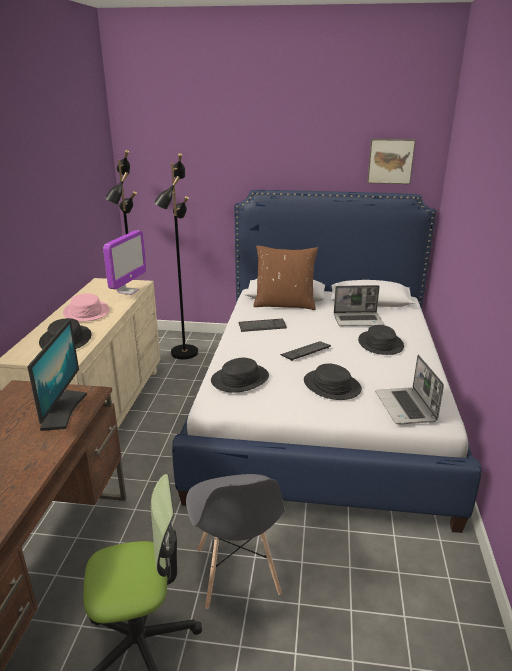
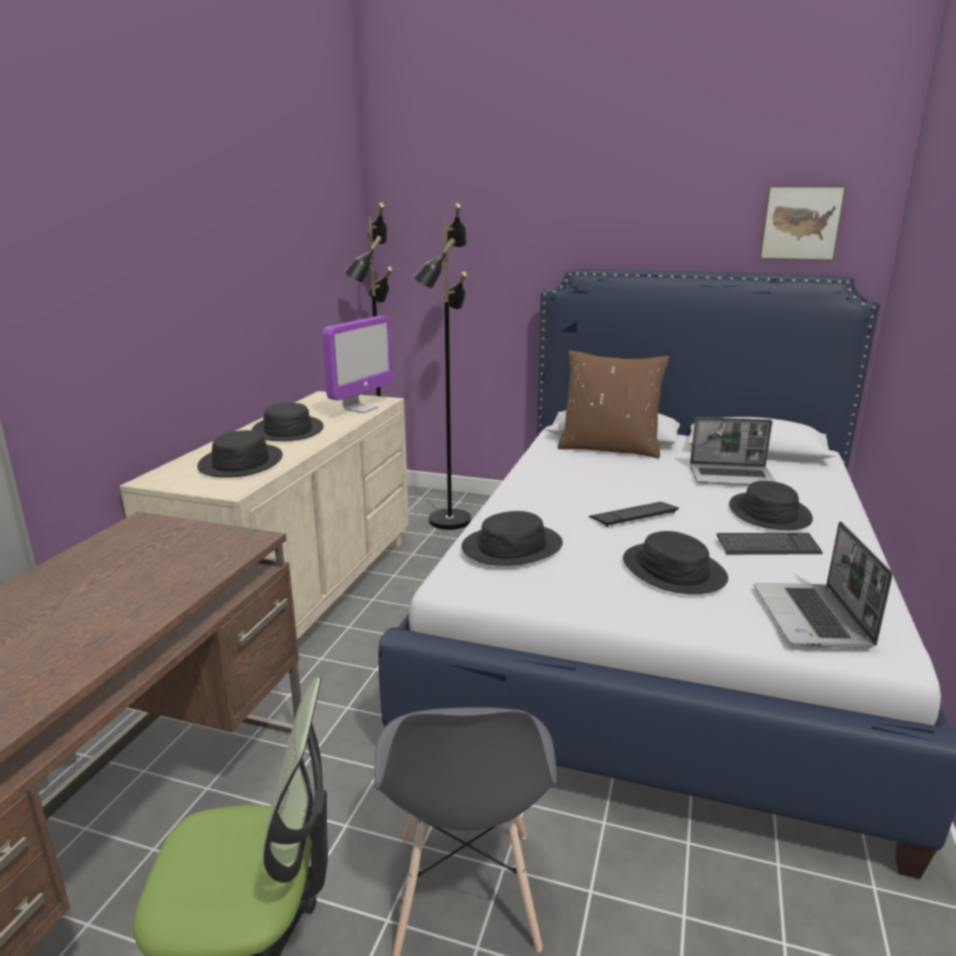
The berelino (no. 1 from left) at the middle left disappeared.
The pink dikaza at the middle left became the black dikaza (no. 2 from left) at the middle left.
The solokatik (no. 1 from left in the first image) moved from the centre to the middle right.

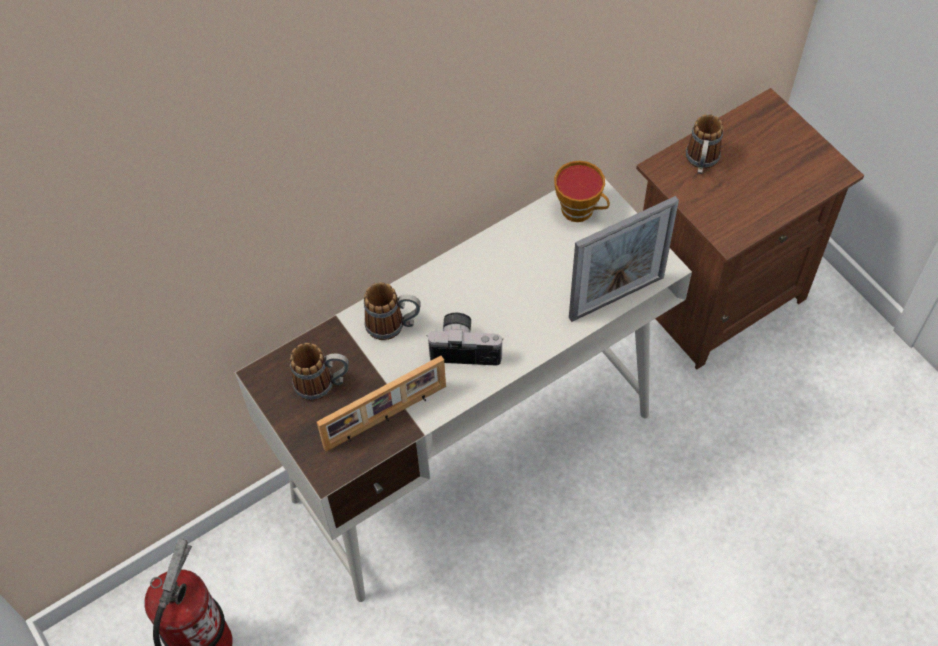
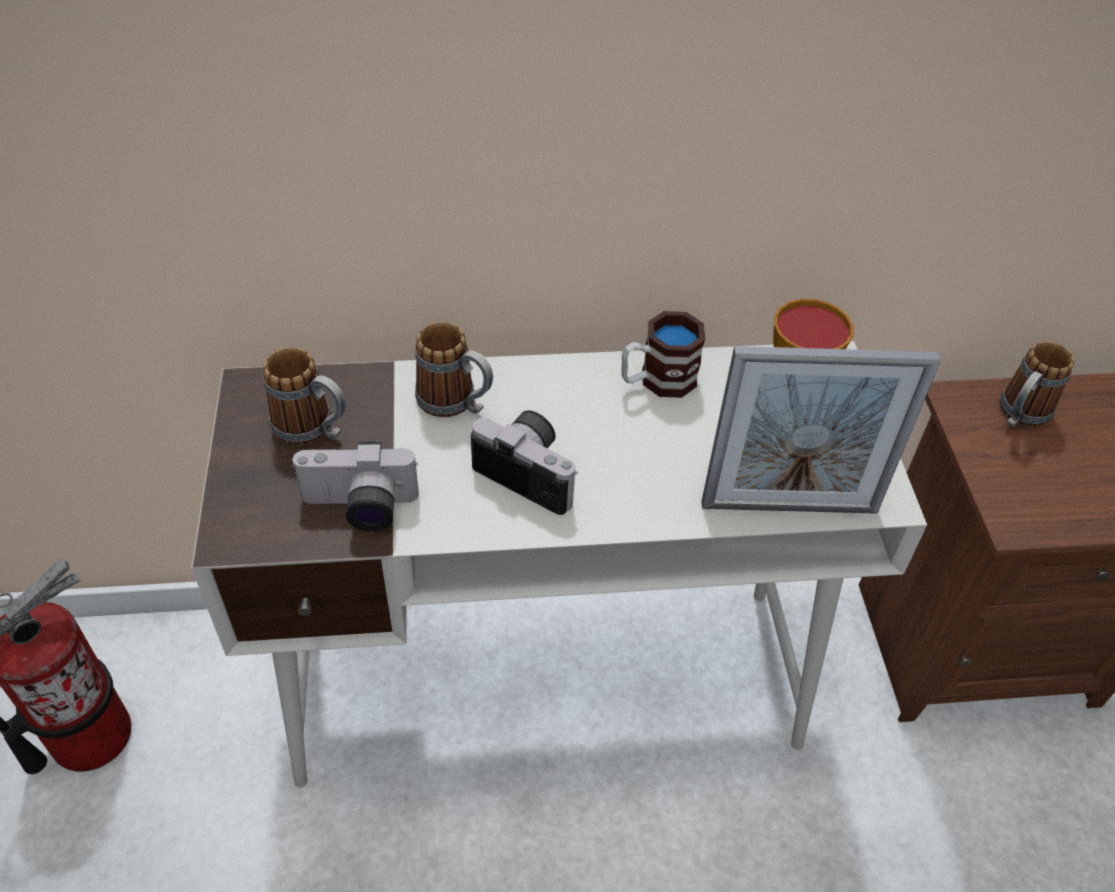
The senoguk (no. 1 from left) at the centre was replaced by the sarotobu (no. 1 from left) at the middle left.
The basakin (no. 3 from left) at the centre appeared.

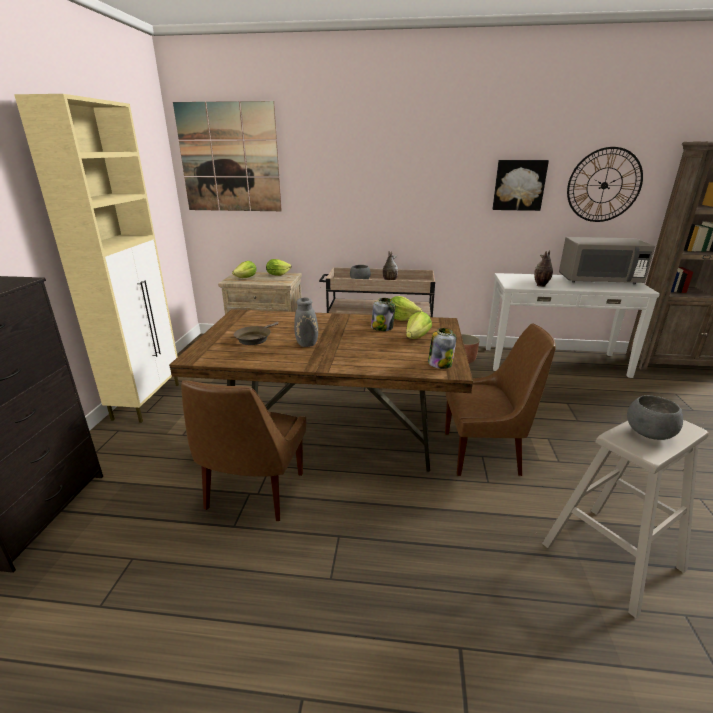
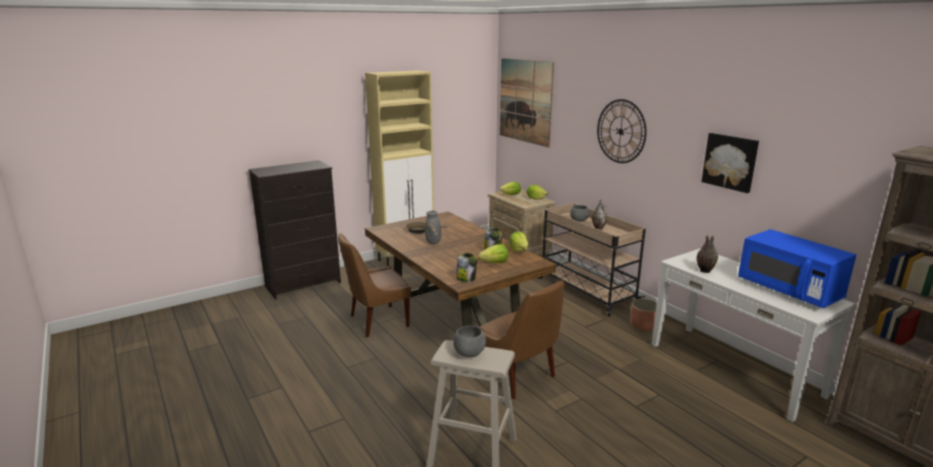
The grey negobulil at the middle right became the blue negobulil at the middle right.
The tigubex moved from the top right to the top centre.

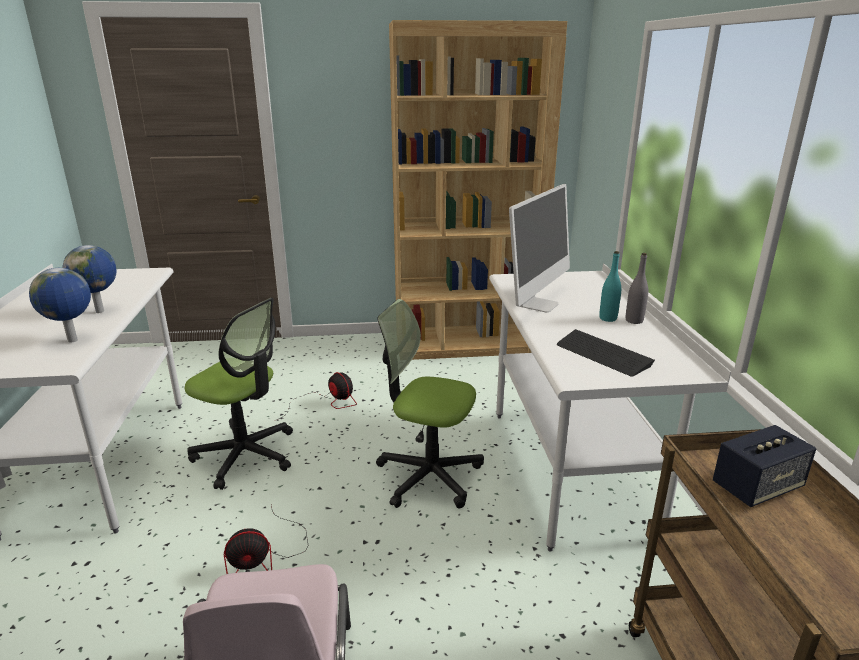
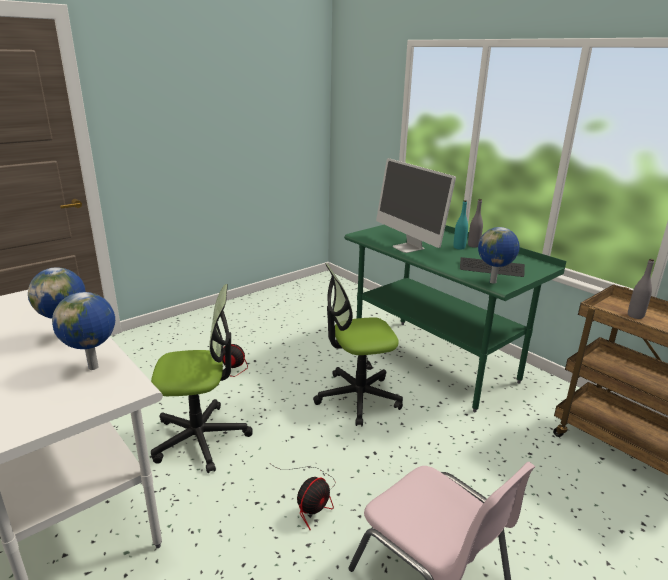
The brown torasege at the top centre disappeared.
The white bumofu (no. 2 from left) at the middle right became the green bumofu at the middle right.
The berelino at the centre turned 150 degrees clockwise.
The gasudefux at the bottom right was replaced by the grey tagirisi (no. 2 from left) at the middle right.
The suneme (no. 3 from left) at the middle right appeared.

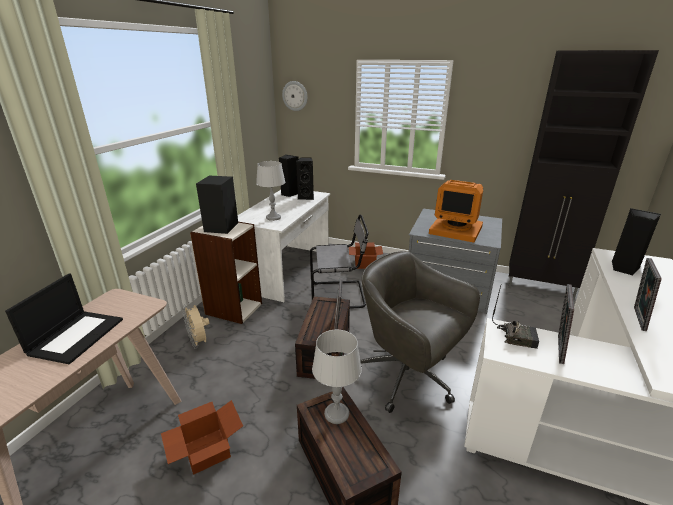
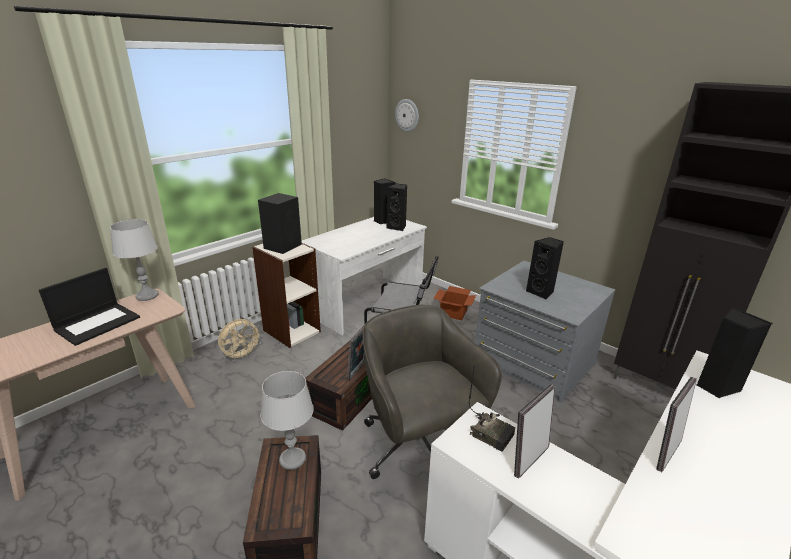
The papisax (no. 1 from left) at the bottom left disappeared.
The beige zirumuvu at the middle left turned 120 degrees counterclockwise.
The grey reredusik (no. 1 from left) moved from the centre to the middle left.
The berelino at the middle right was replaced by the black gasudefux (no. 4 from left) at the middle right.

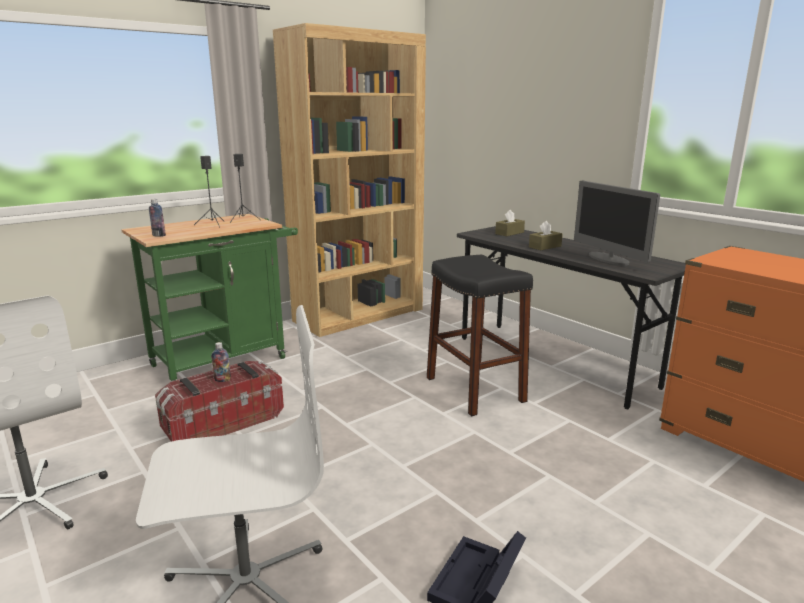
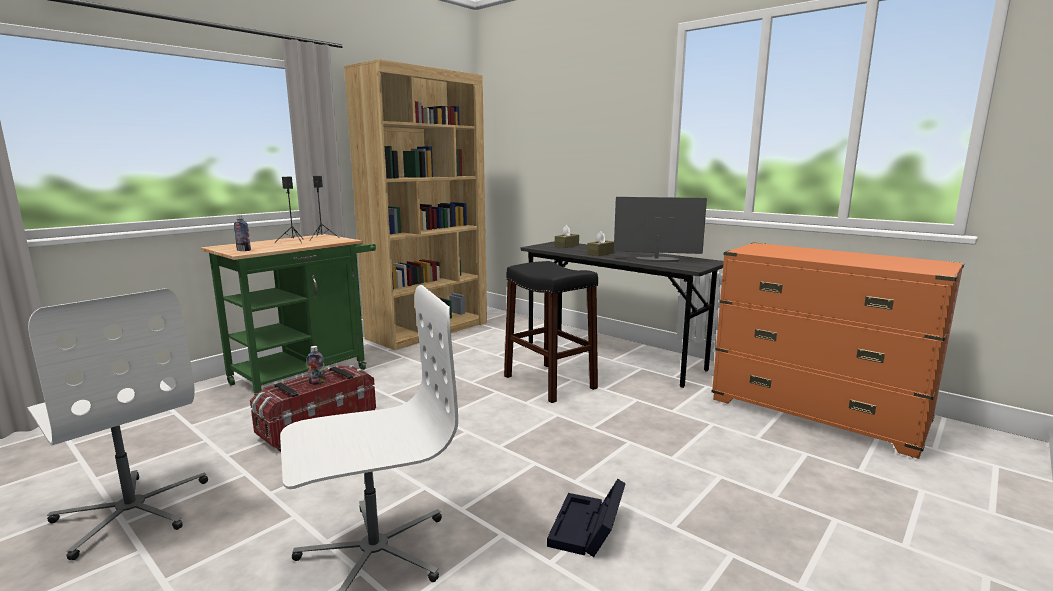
The berelino at the middle right turned 135 degrees clockwise.

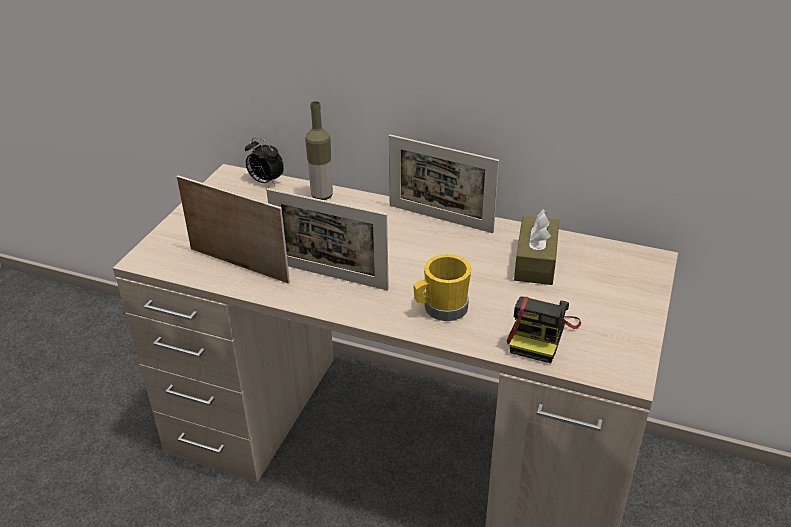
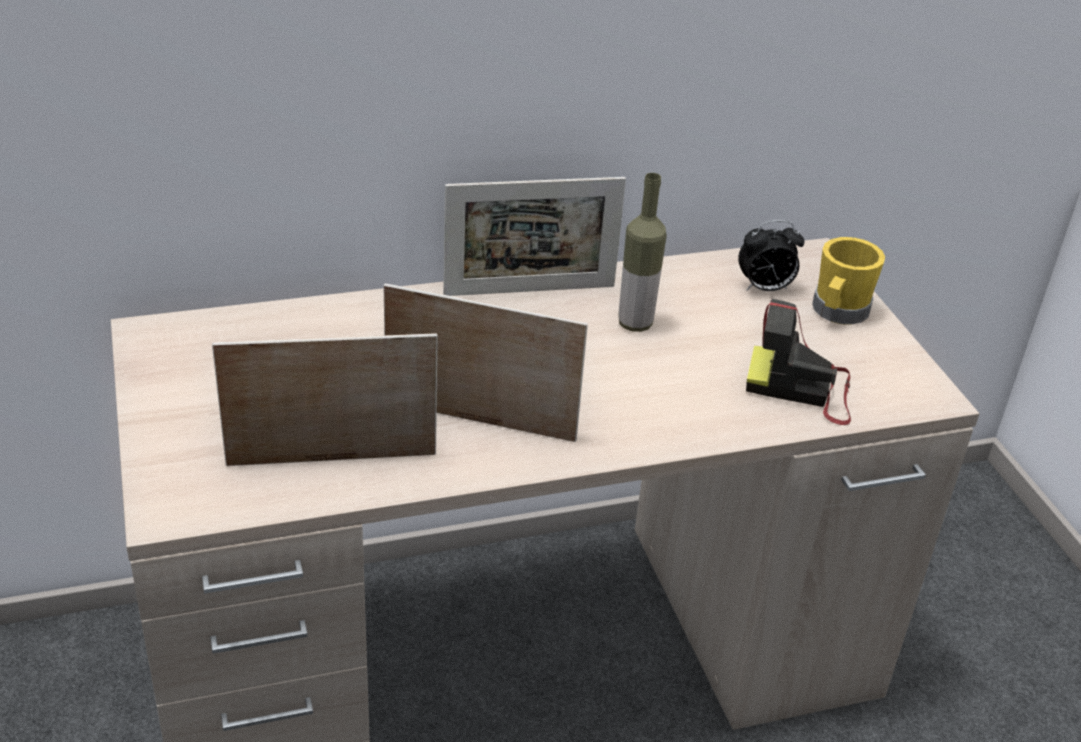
The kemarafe moved from the top centre to the middle right.
The senoguk (no. 2 from left) at the centre turned 150 degrees counterclockwise.
The tagirisi moved from the top centre to the centre.
The yellow basakin moved from the centre to the middle right.
The sarotobu at the middle right turned 120 degrees clockwise.
The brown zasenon at the middle right disappeared.

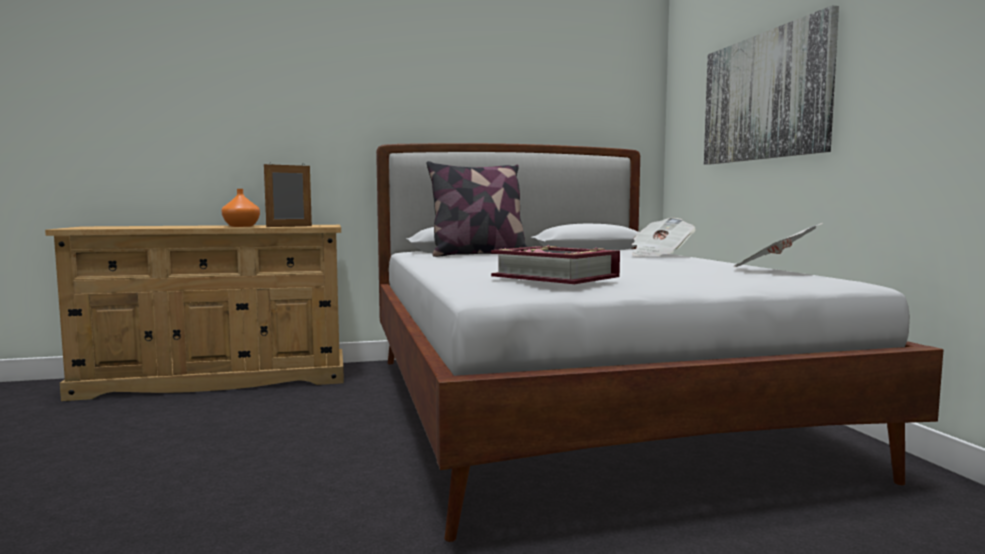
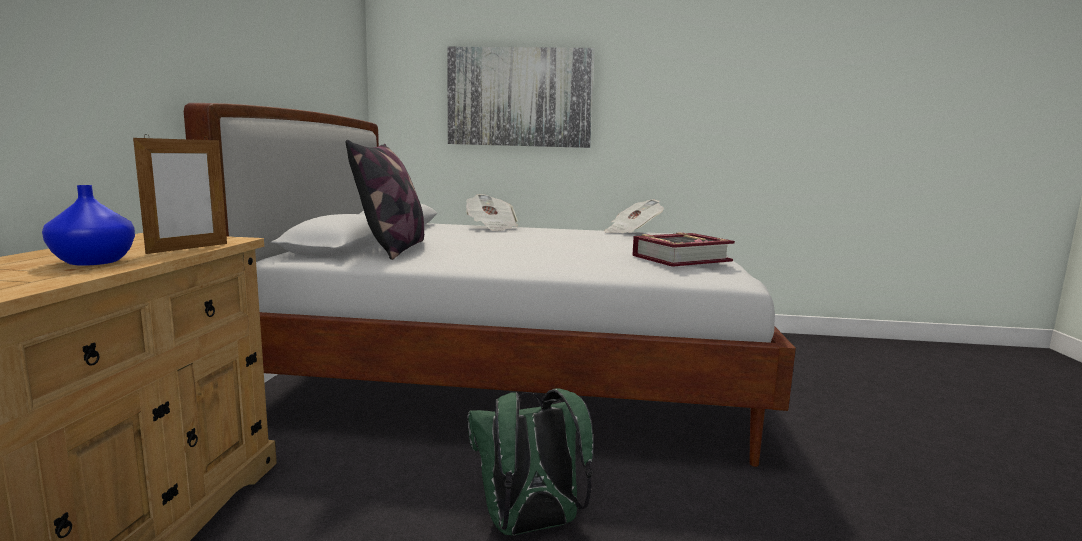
The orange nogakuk at the middle left became the blue nogakuk at the middle left.
The senoguk at the middle left turned 135 degrees counterclockwise.
The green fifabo at the bottom centre appeared.

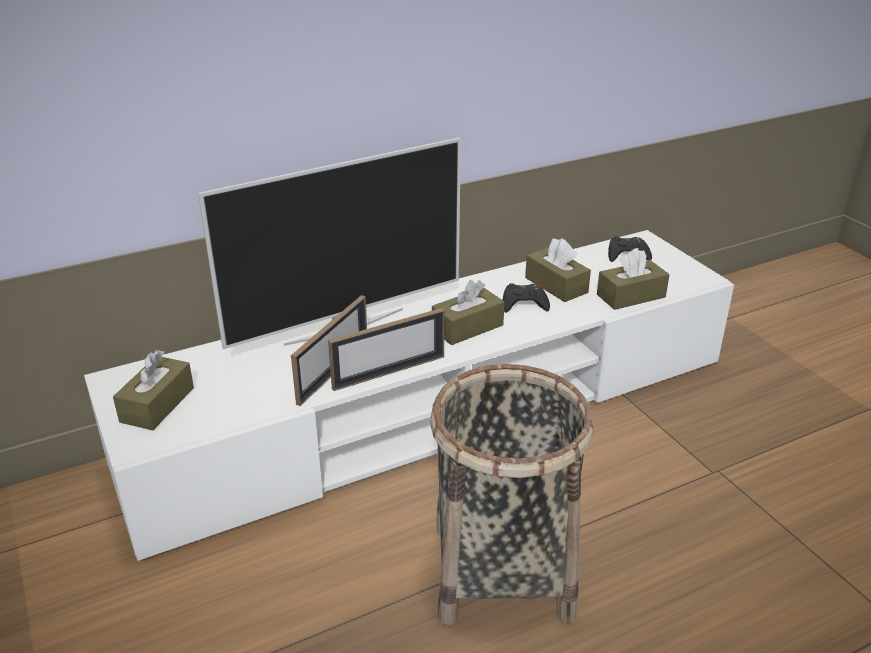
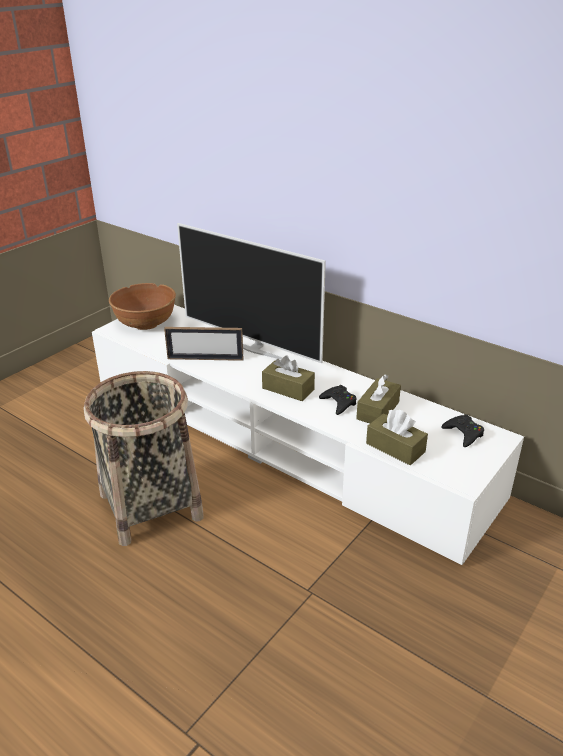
The brown zasenon (no. 1 from left) at the middle left was replaced by the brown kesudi at the middle left.
The senoguk (no. 2 from left) at the centre disappeared.

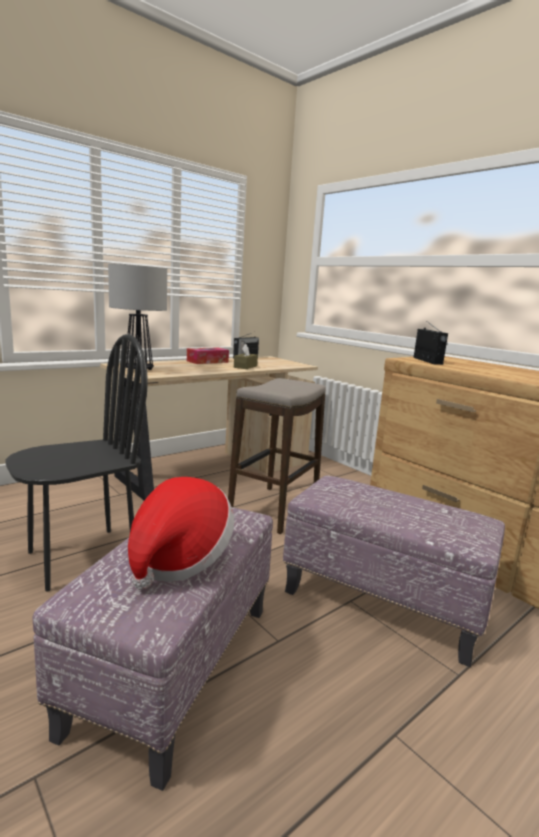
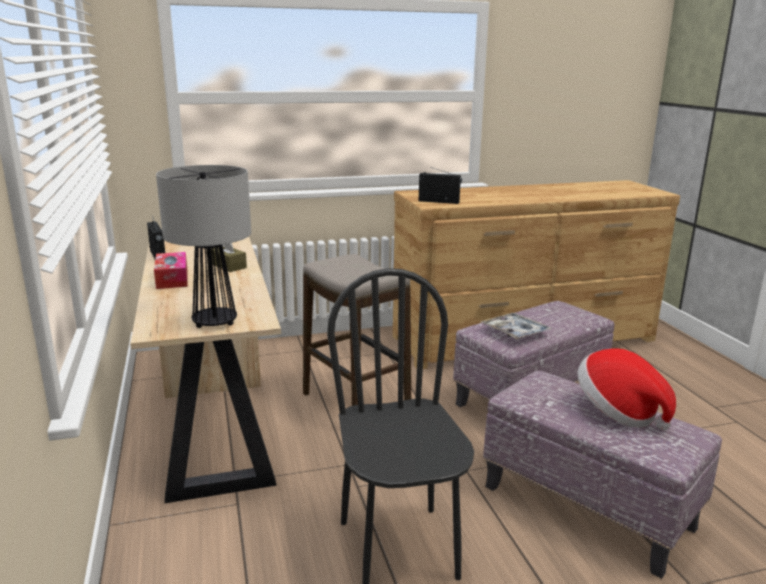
The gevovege at the middle right appeared.

